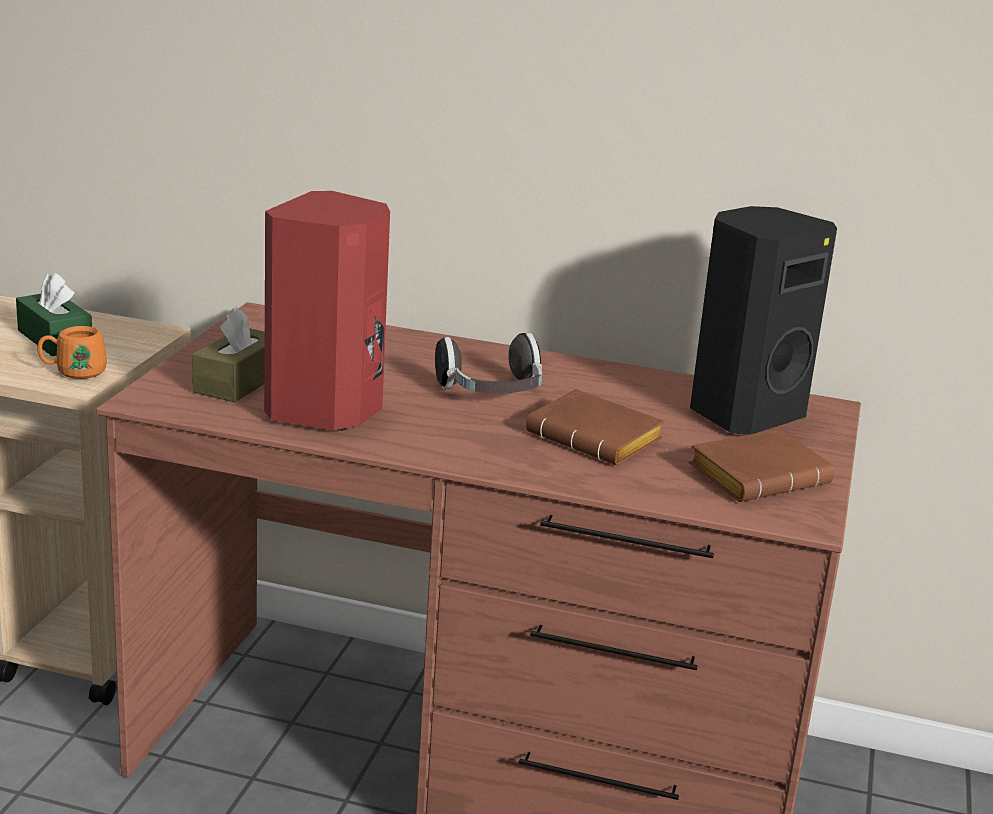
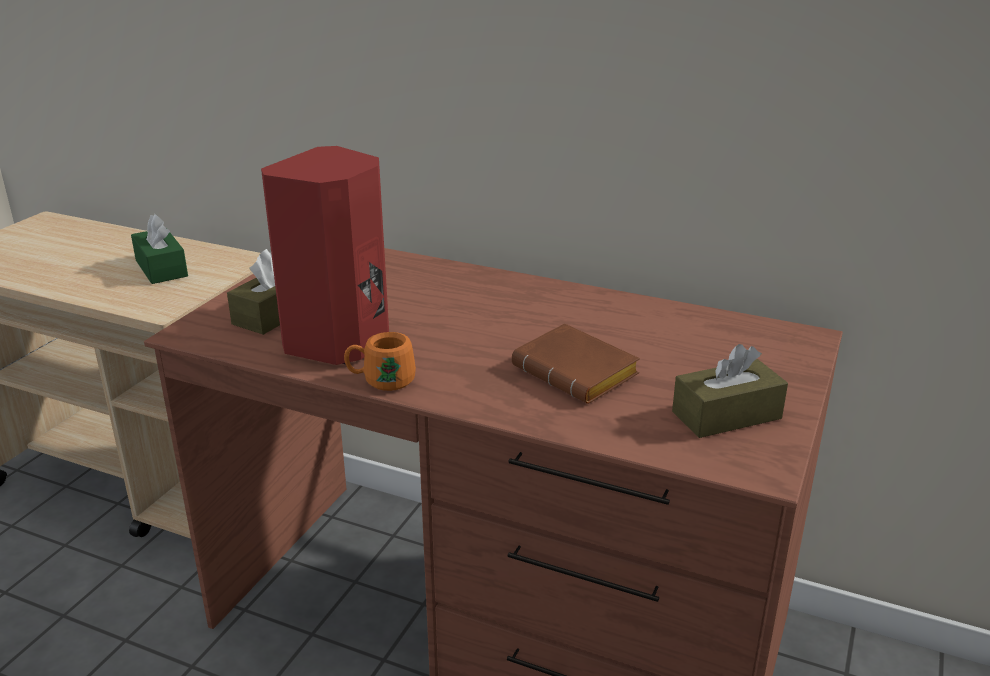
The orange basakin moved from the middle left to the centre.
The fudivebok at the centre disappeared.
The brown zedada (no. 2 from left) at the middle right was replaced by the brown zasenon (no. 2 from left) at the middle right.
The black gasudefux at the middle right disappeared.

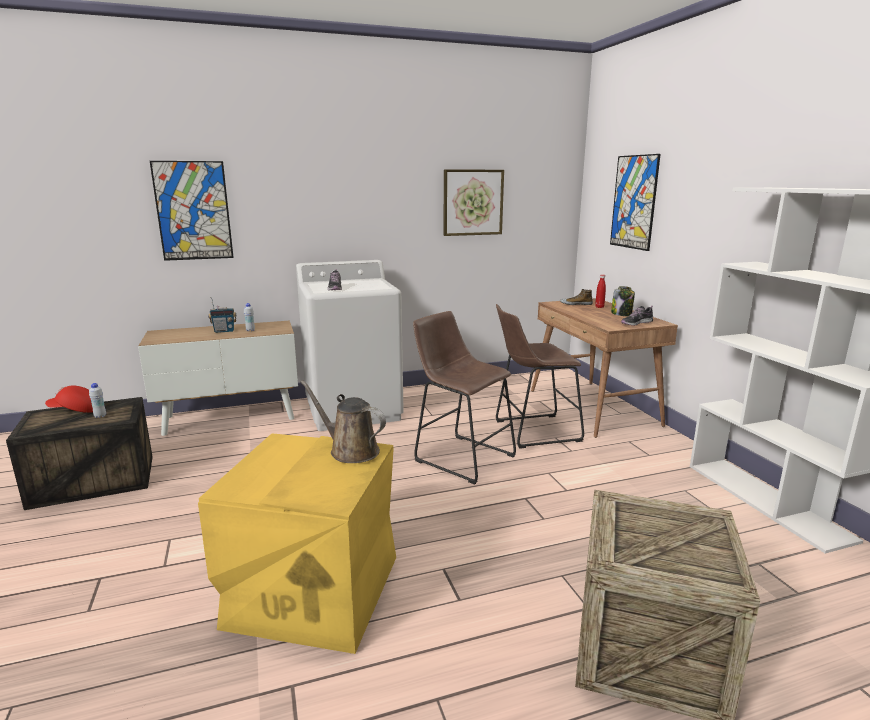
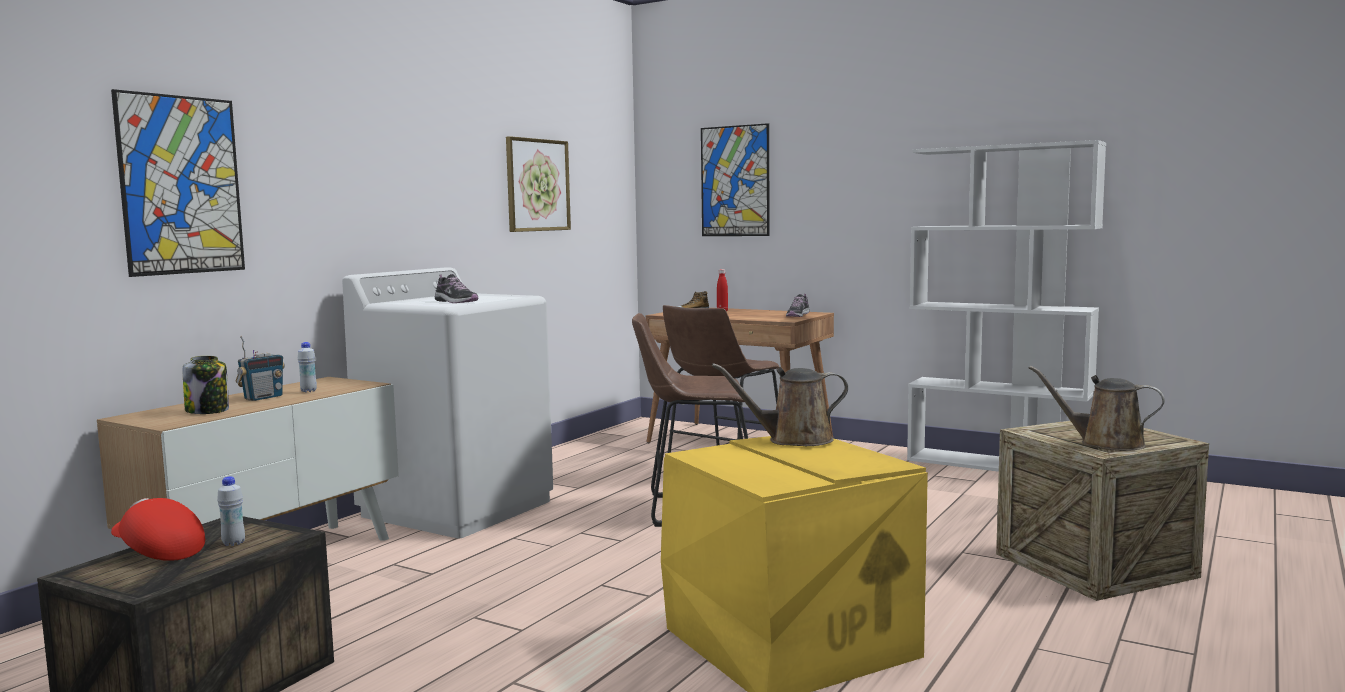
The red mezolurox at the middle left turned 75 degrees clockwise.
The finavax moved from the middle right to the middle left.
The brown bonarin (no. 2 from left) at the middle right appeared.

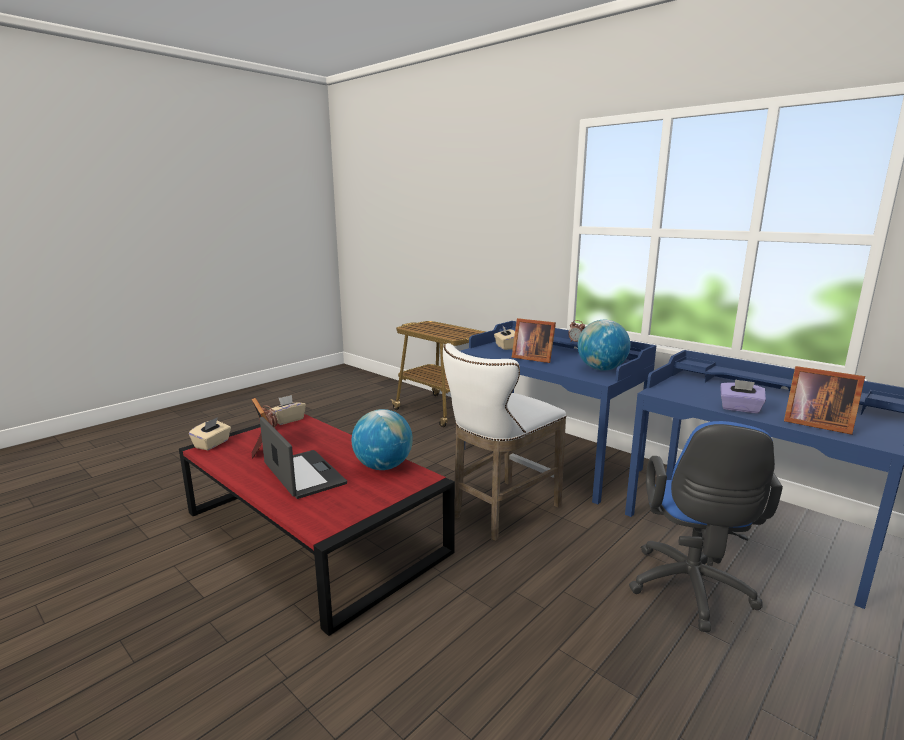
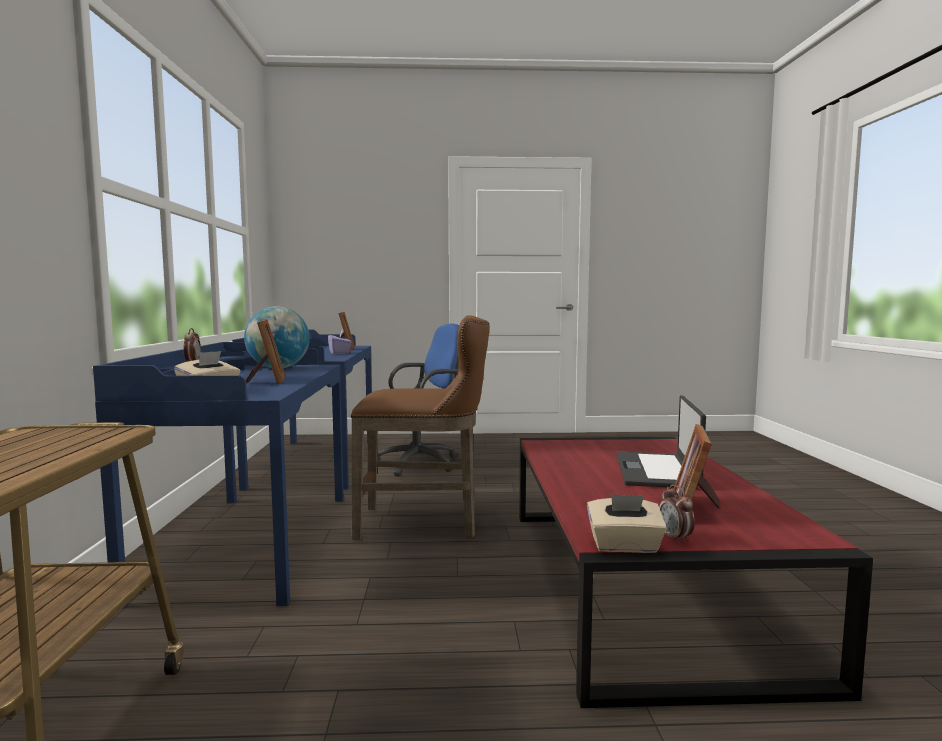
The beige zasenon (no. 1 from left) at the middle left disappeared.
The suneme (no. 1 from left) at the centre disappeared.
The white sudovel at the centre became the brown sudovel at the centre.

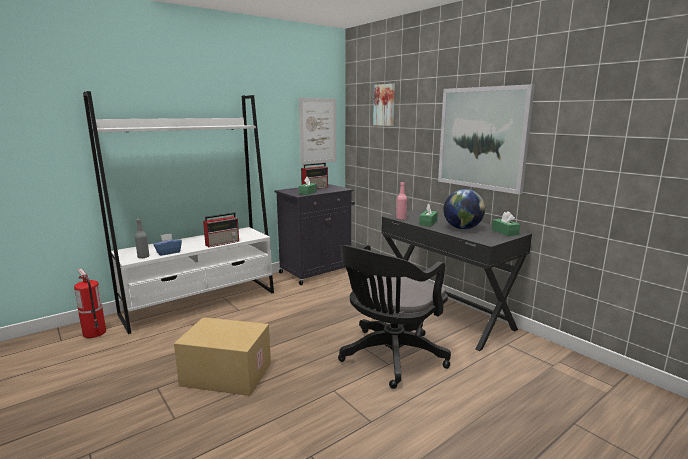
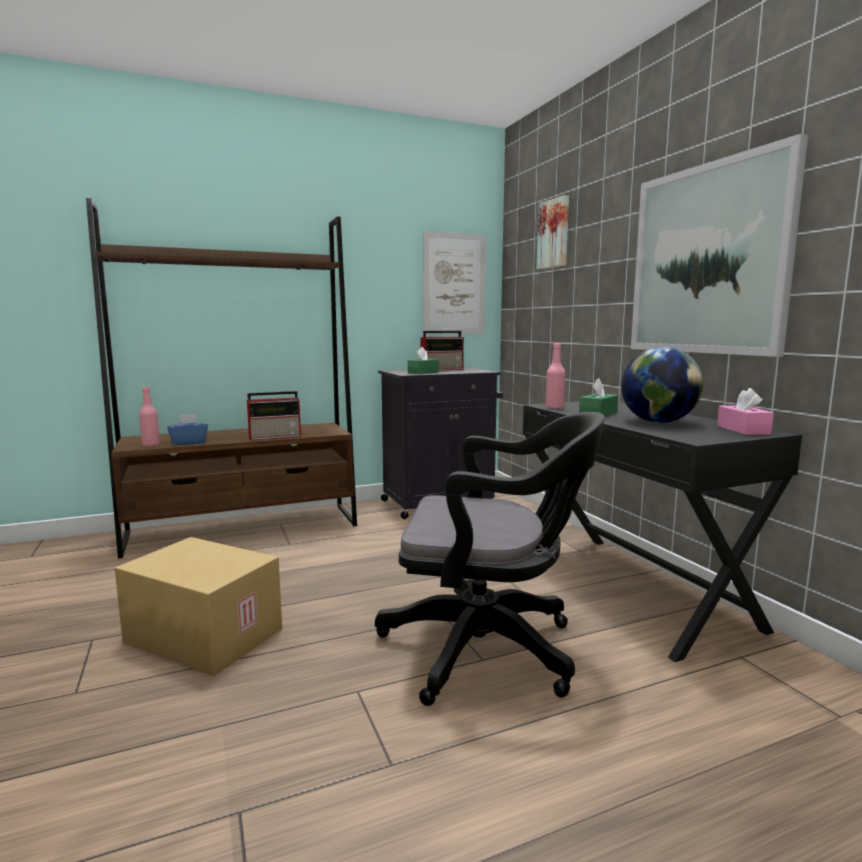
The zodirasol at the middle left disappeared.
The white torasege at the middle left became the brown torasege at the middle left.
The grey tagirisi at the middle left became the pink tagirisi (no. 1 from left) at the middle left.
The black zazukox at the bottom centre turned 135 degrees counterclockwise.
The green zasenon (no. 3 from left) at the middle right became the pink zasenon at the middle right.

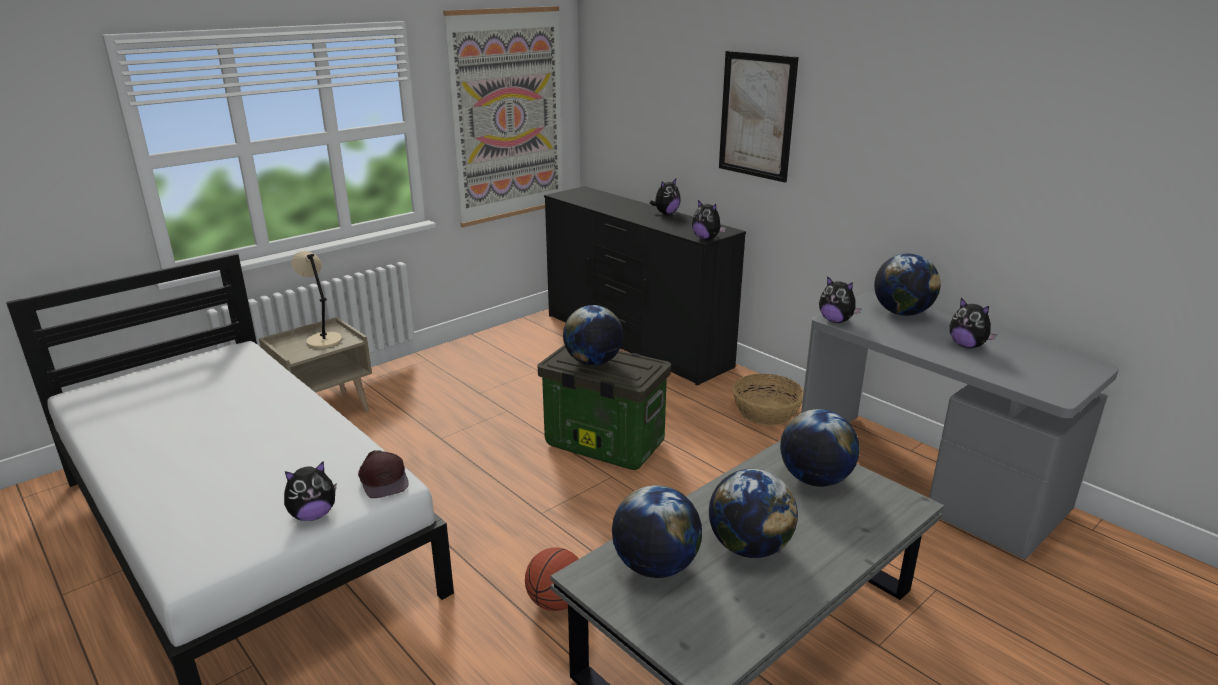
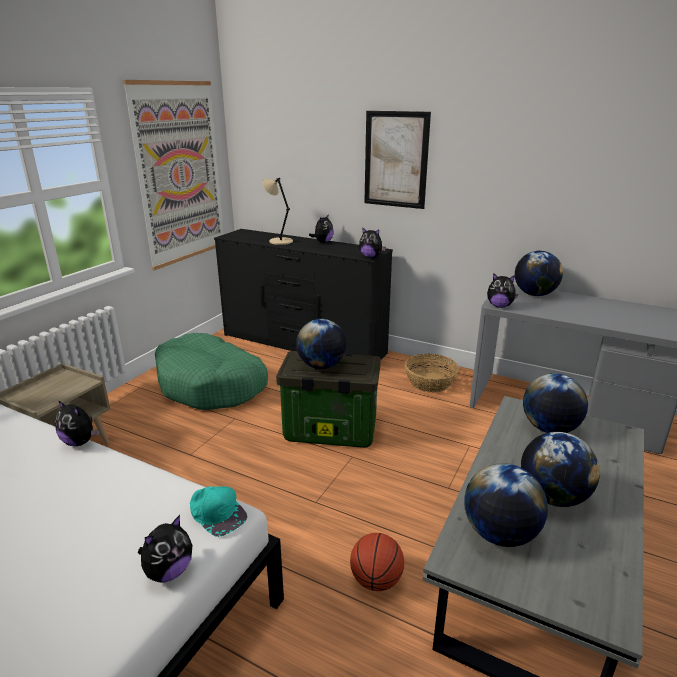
The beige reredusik moved from the middle left to the top centre.
The brown mezolurox at the bottom left became the turquoise mezolurox at the bottom left.
The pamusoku (no. 5 from left in the first image) moved from the middle right to the middle left.
The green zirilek at the middle left appeared.

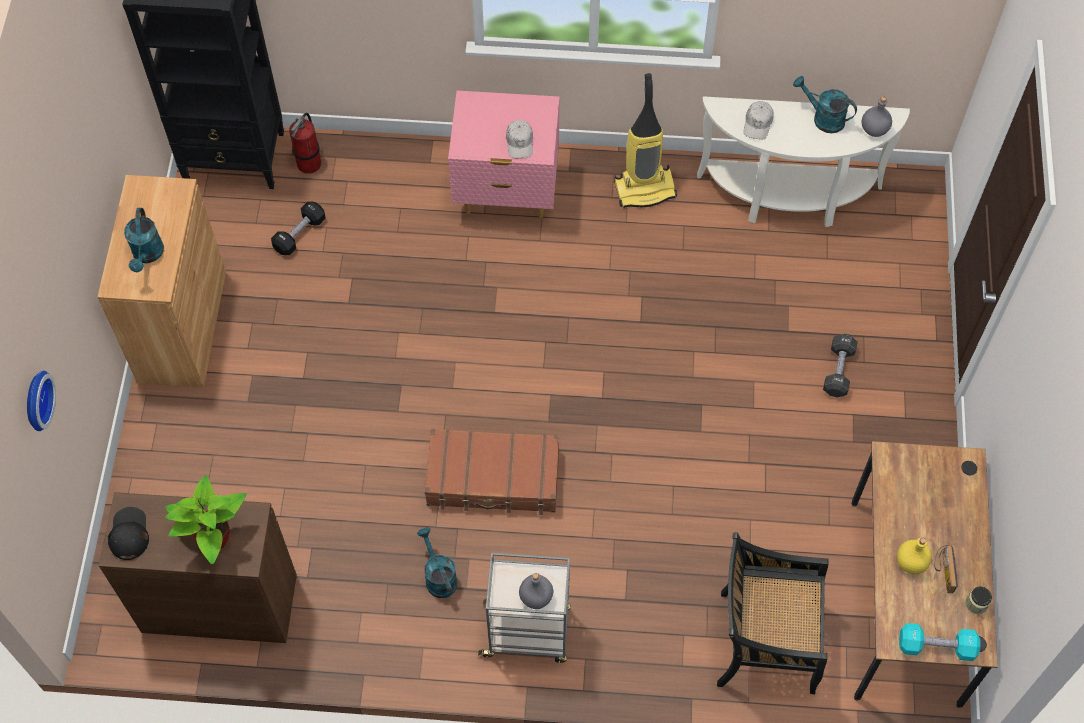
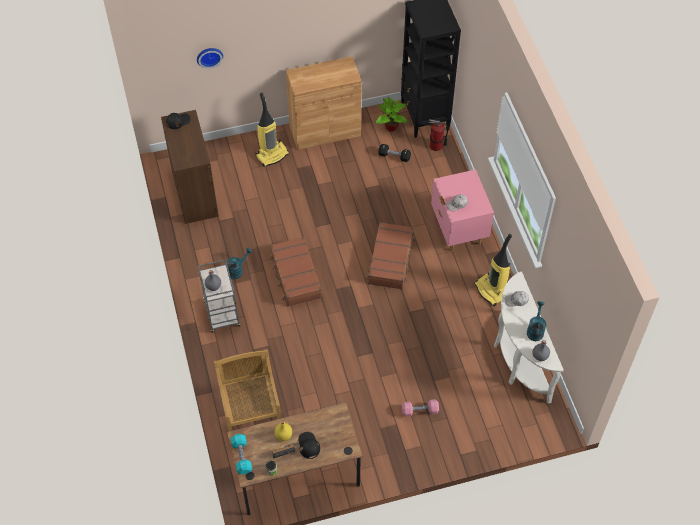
The turquoise bonarin (no. 1 from left) at the top left disappeared.
The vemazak moved from the bottom left to the top centre.
The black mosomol at the bottom right became the beige mosomol at the bottom centre.
The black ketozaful (no. 2 from left) at the middle right became the pink ketozaful at the bottom centre.
The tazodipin (no. 1 from left) at the top centre appeared.
The black mezolurox (no. 2 from left) at the bottom centre appeared.
The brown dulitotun (no. 2 from left) at the centre appeared.

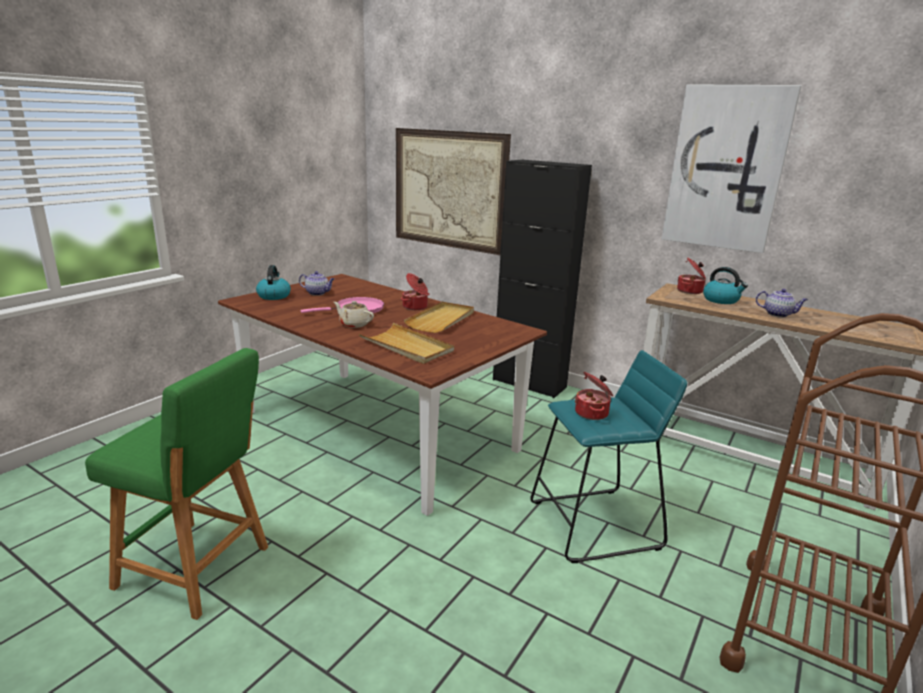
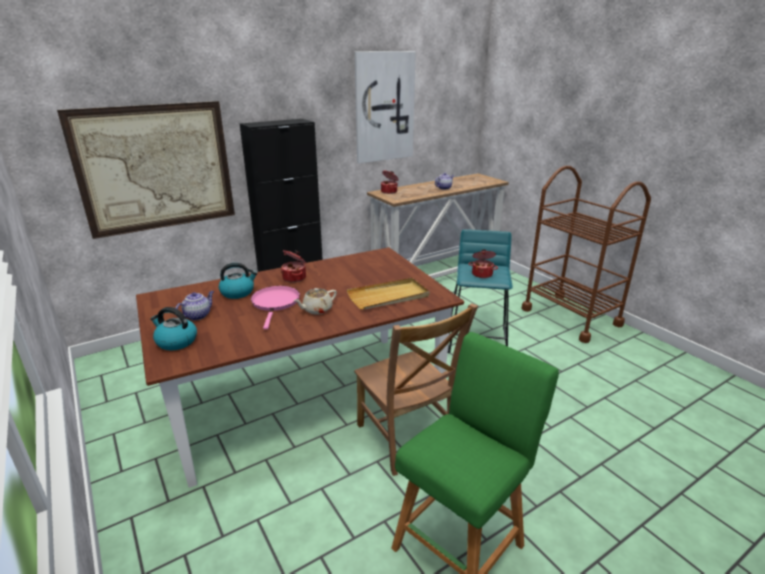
The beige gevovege (no. 2 from left) at the centre disappeared.
The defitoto (no. 2 from left) moved from the middle right to the middle left.
The brown mosomol at the bottom centre appeared.

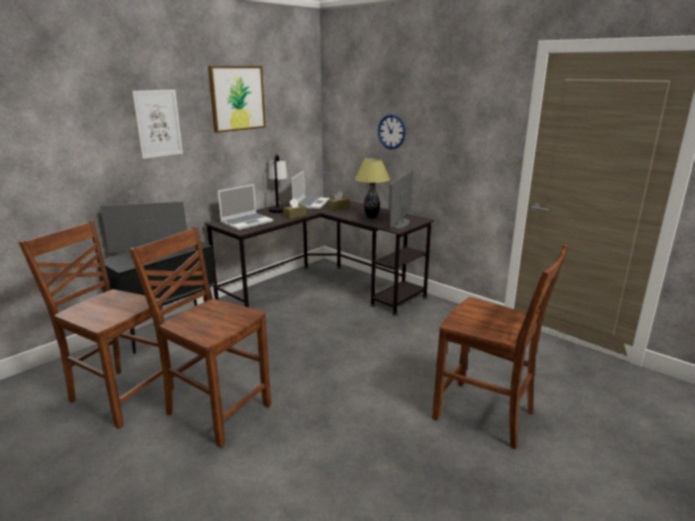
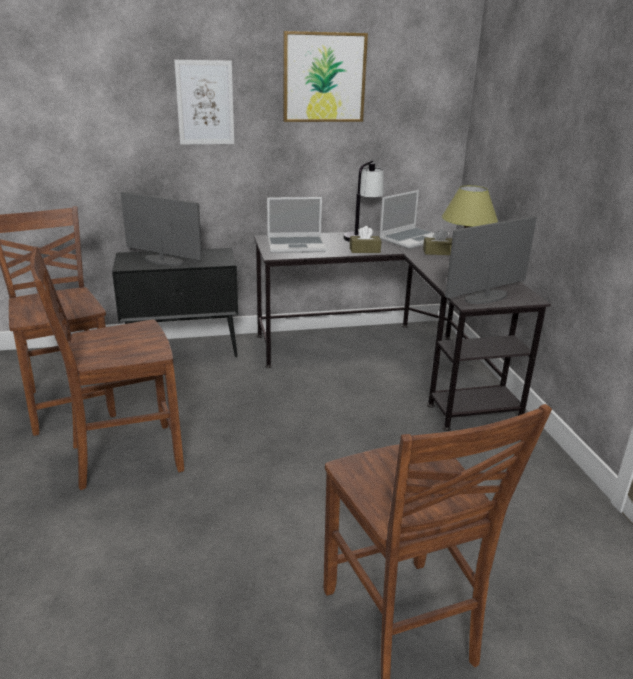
The brown mosomol (no. 2 from left) at the middle left turned 90 degrees counterclockwise.
The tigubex at the top centre disappeared.

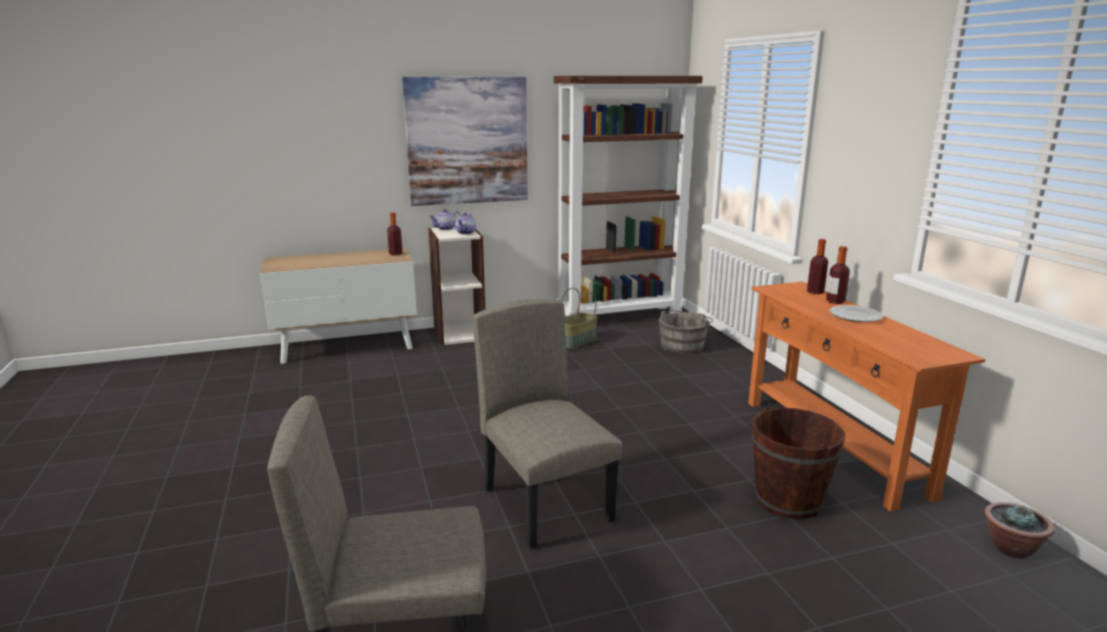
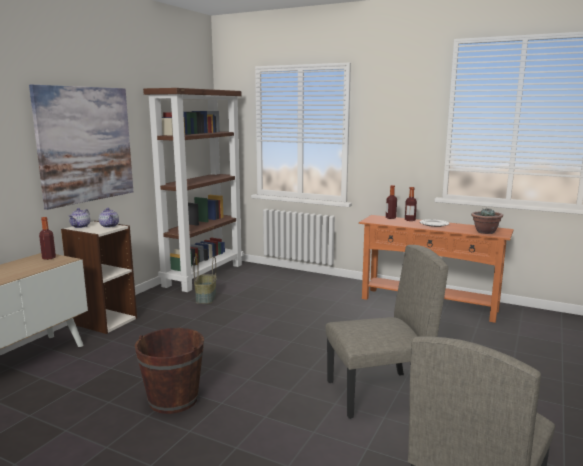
The beige mosomol (no. 2 from left in the first image) at the bottom centre turned 150 degrees clockwise.
The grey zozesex at the centre disappeared.
The brown zozesex moved from the bottom right to the bottom left.
The vemazak moved from the bottom right to the middle right.

